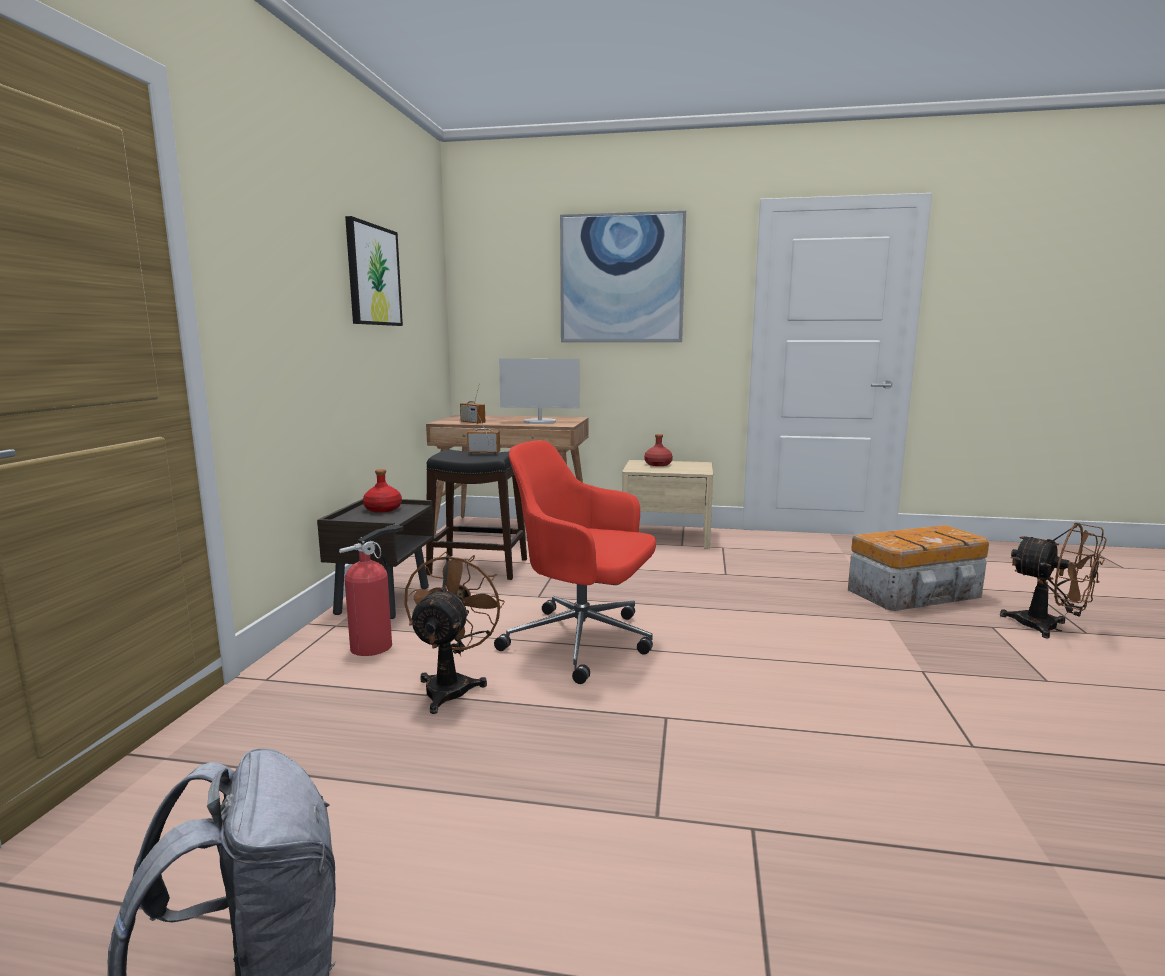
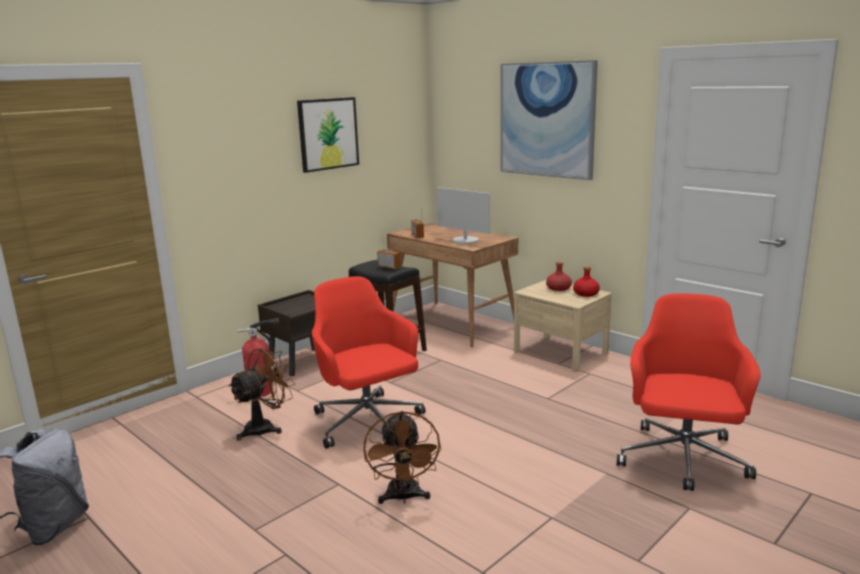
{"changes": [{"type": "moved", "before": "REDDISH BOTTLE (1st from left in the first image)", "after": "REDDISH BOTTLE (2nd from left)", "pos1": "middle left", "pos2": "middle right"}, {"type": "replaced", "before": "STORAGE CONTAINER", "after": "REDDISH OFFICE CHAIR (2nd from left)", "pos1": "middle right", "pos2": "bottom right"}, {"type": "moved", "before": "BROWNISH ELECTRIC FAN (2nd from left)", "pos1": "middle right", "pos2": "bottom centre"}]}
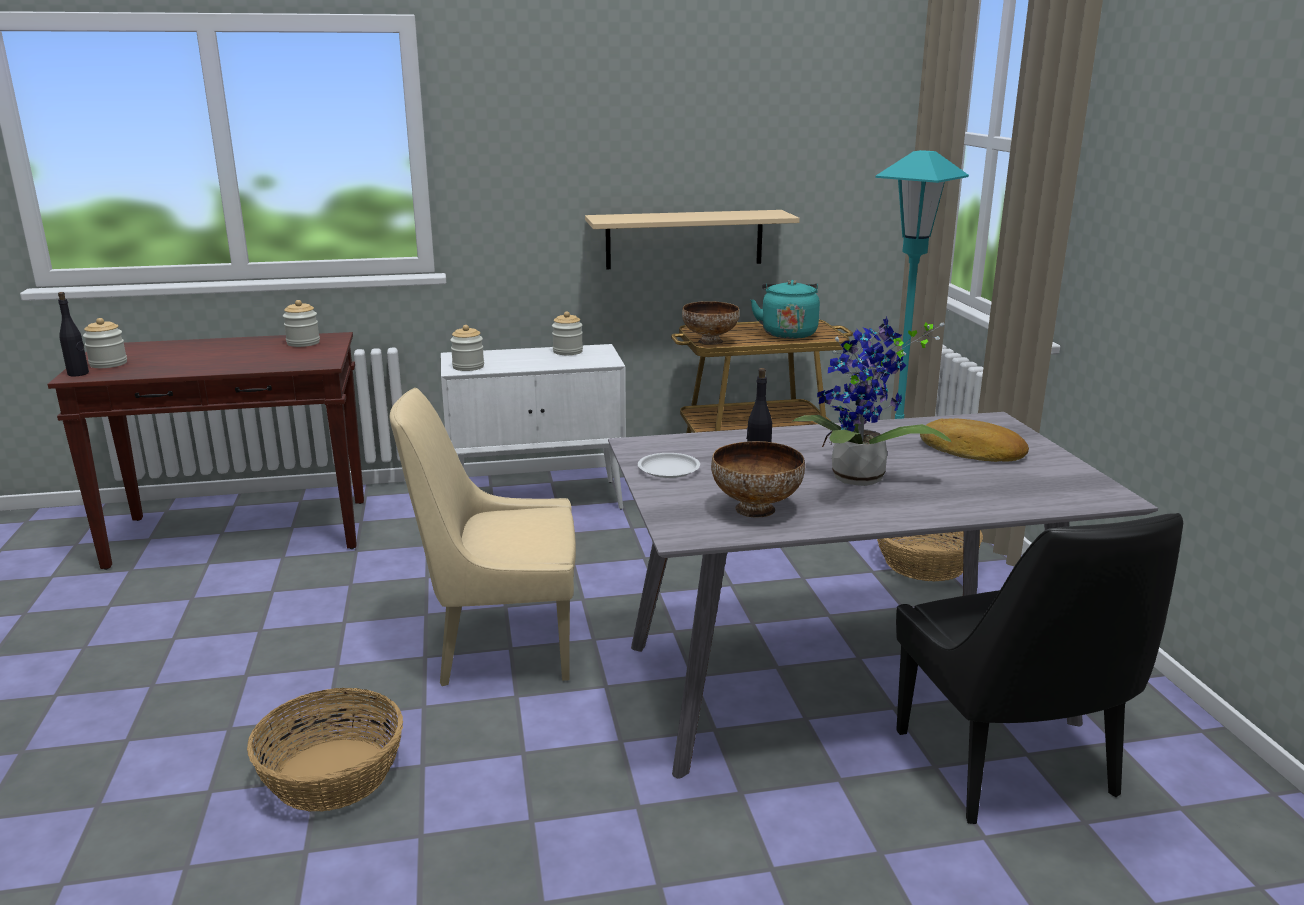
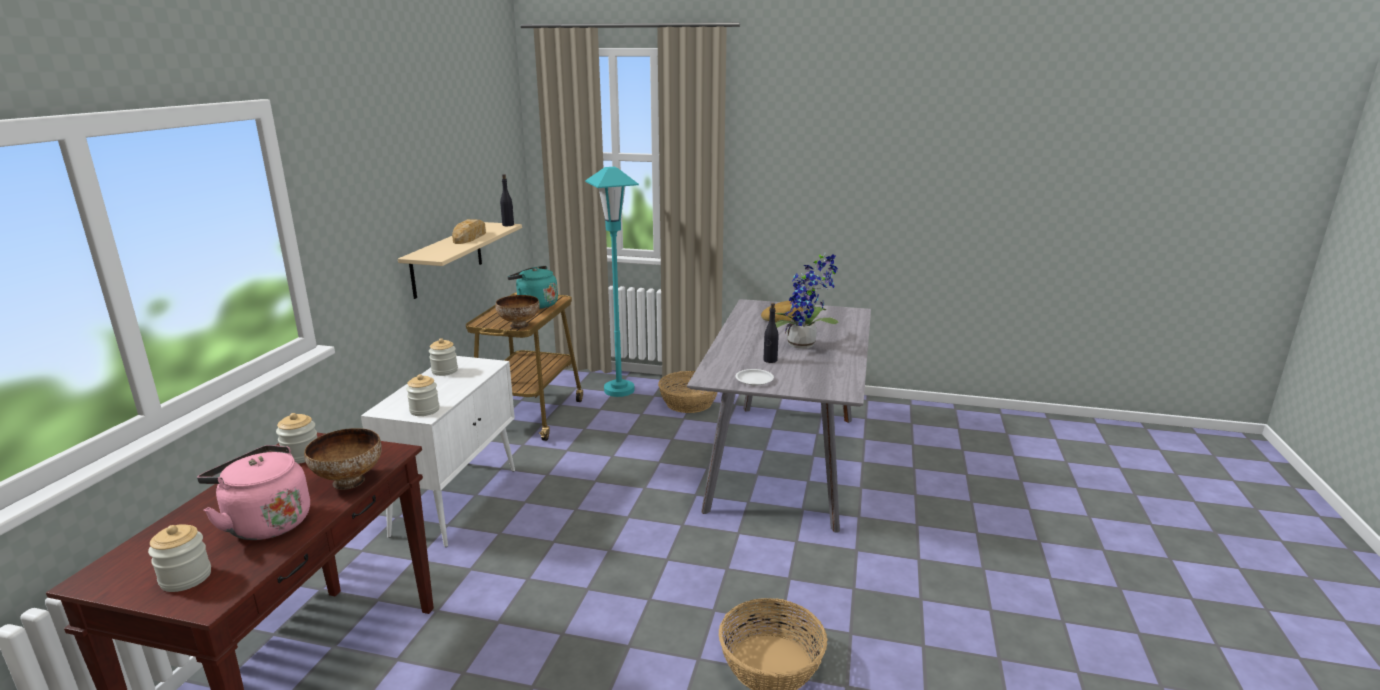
{"changes": [{"type": "moved", "before": "BLACK-COLOURED BOTTLE (1st from left)", "pos1": "middle left", "pos2": "top centre"}, {"type": "removed", "before": "SAND-COLOURED PLAIN CHAIR", "pos1": "centre"}, {"type": "moved", "before": "BOWL (2nd from left in the first image)", "after": "BOWL (1st from left)", "pos1": "centre", "pos2": "middle left"}, {"type": "removed", "before": "BLACK-COLOURED PLAIN CHAIR", "pos1": "bottom right"}, {"type": "added", "after": "PINK TEA KETTLE", "pos2": "bottom left"}, {"type": "added", "after": "BREAD (1st from left)", "pos2": "centre"}]}
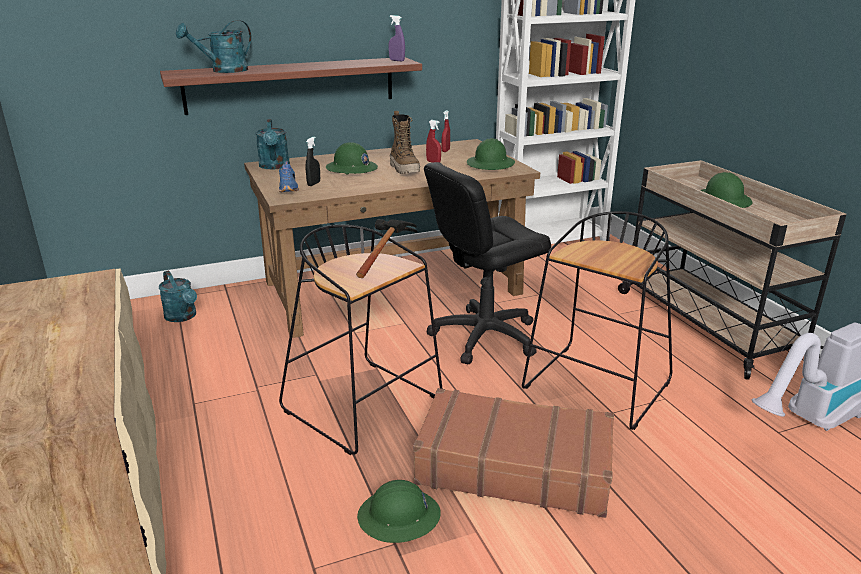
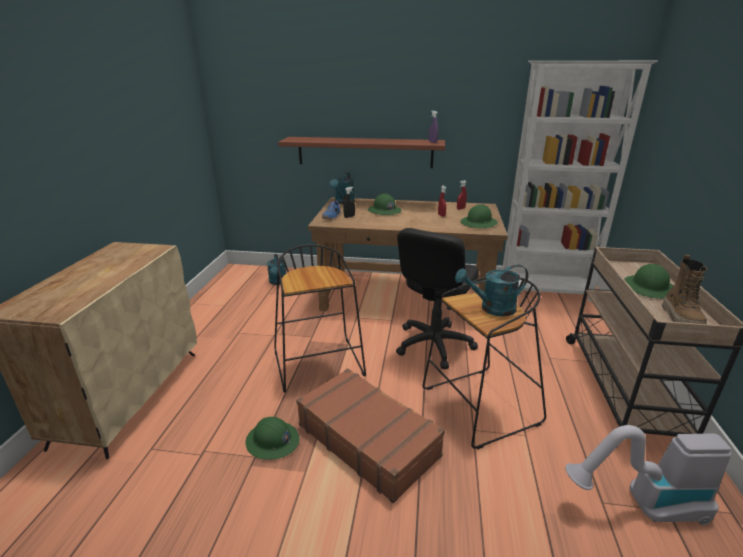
{"changes": [{"type": "moved", "before": "BLUE-GREEN WATERING CAN (2nd from left in the first image)", "after": "BLUE-GREEN WATERING CAN (3rd from left)", "pos1": "top left", "pos2": "centre"}, {"type": "removed", "before": "HAND HAMMER", "pos1": "centre"}, {"type": "moved", "before": "BOOT", "pos1": "top centre", "pos2": "middle right"}, {"type": "turned", "before": "BLACK-COLOURED OFFICE CHAIR", "pos1": "centre", "pos2": "centre", "turn": -60}]}
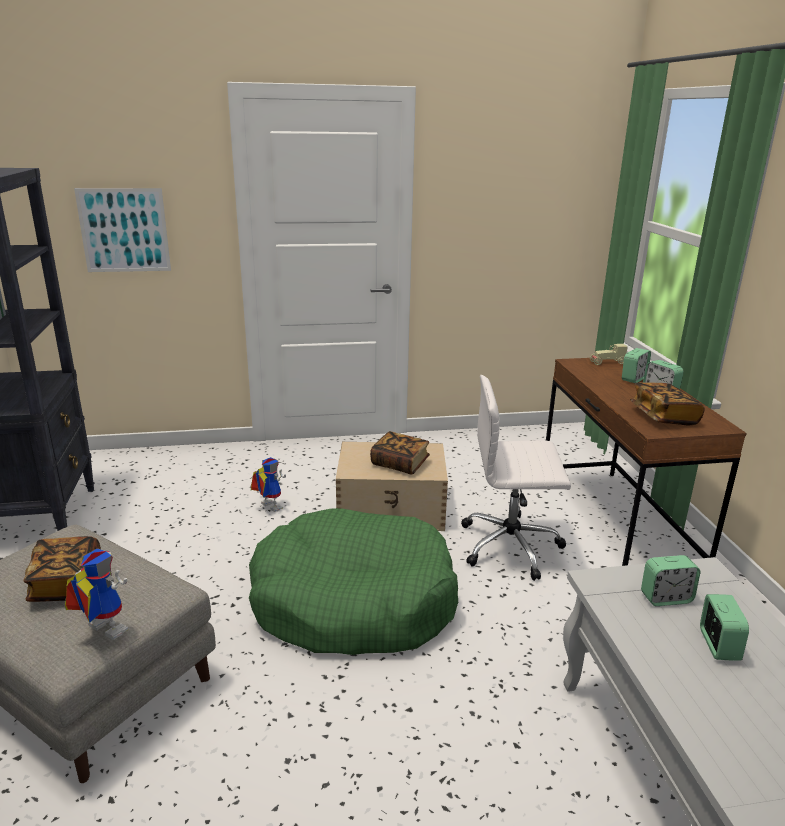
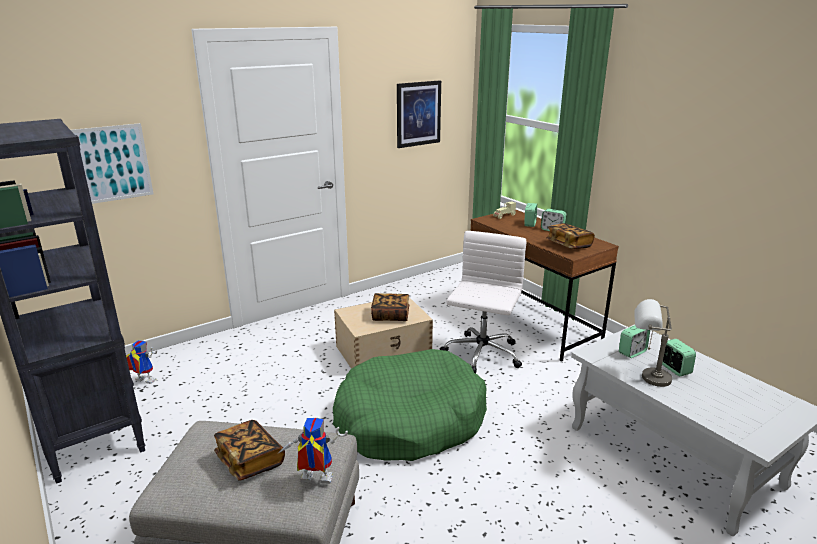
{"changes": [{"type": "moved", "before": "TOY ROBOT (2nd from left in the first image)", "after": "TOY ROBOT (1st from left)", "pos1": "centre", "pos2": "middle left"}, {"type": "turned", "before": "WHITE-COLOURED OFFICE CHAIR", "pos1": "centre", "pos2": "centre", "turn": 135}, {"type": "added", "after": "WALL ART (2nd from left)", "pos2": "top centre"}, {"type": "added", "after": "GREYISH TABLETOP LAMP", "pos2": "middle right"}]}
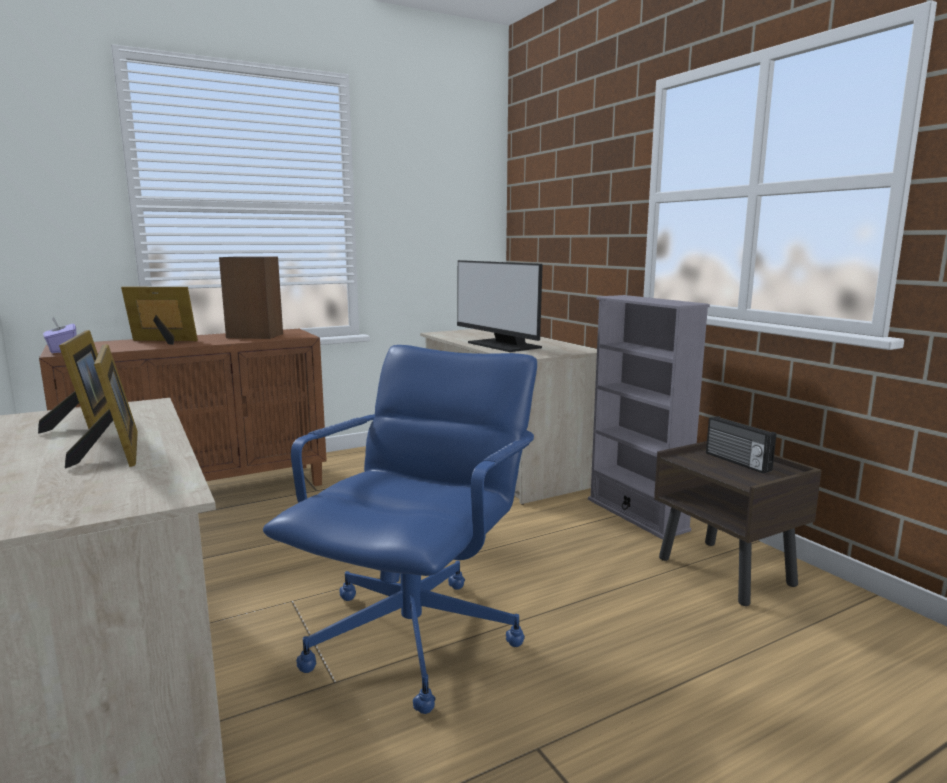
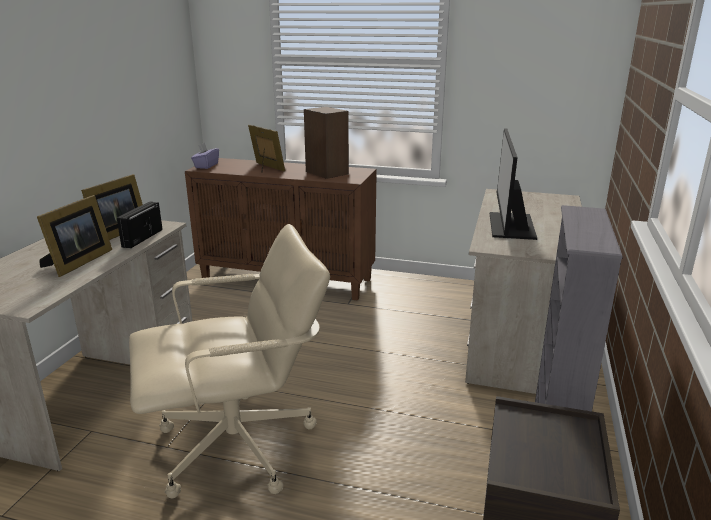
{"changes": [{"type": "recoloured", "before": "BLUE-COLOURED OFFICE CHAIR", "after": "SAND-COLOURED OFFICE CHAIR", "pos1": "bottom centre", "pos2": "bottom left"}, {"type": "moved", "before": "RADIO", "pos1": "middle right", "pos2": "middle left"}]}
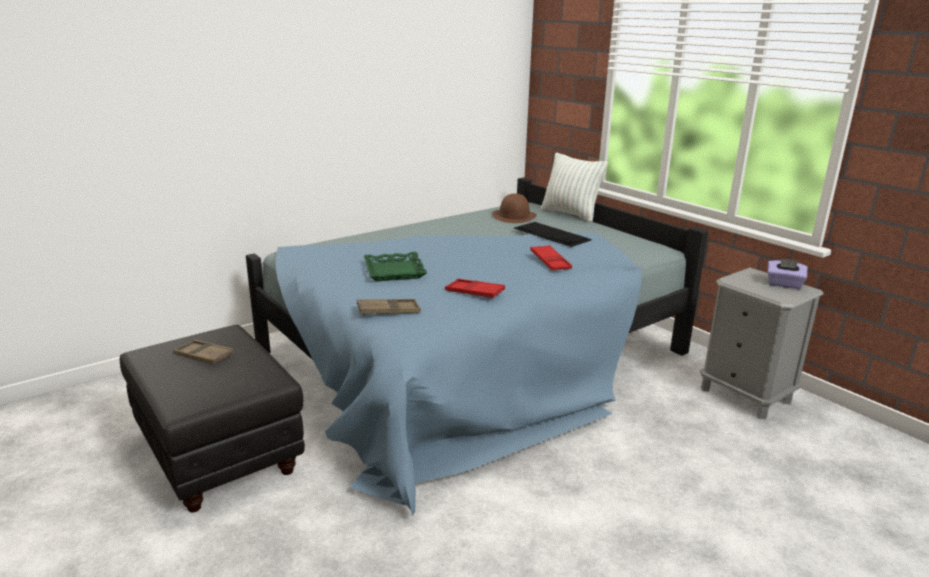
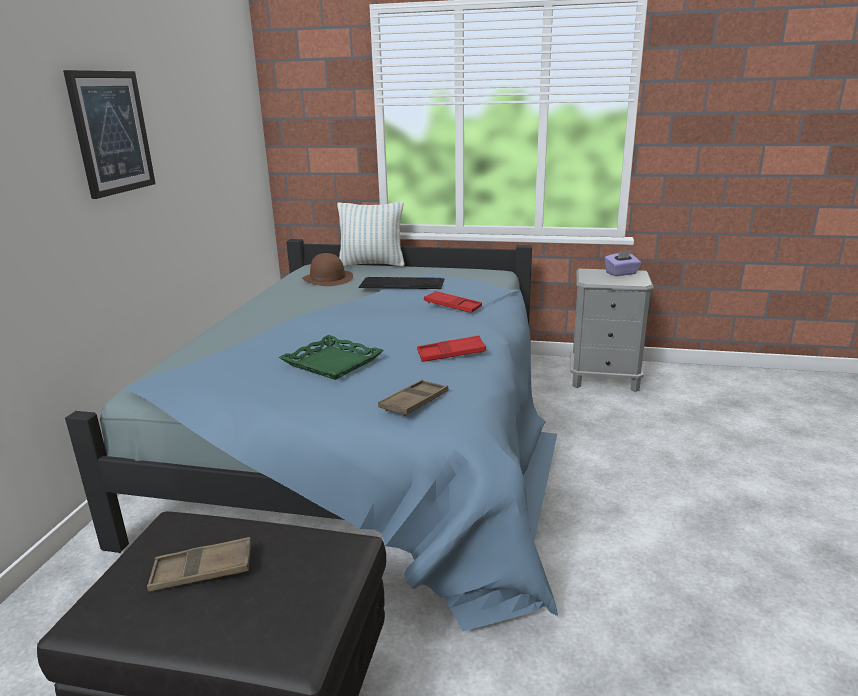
{"changes": [{"type": "added", "after": "WALL ART", "pos2": "top left"}]}
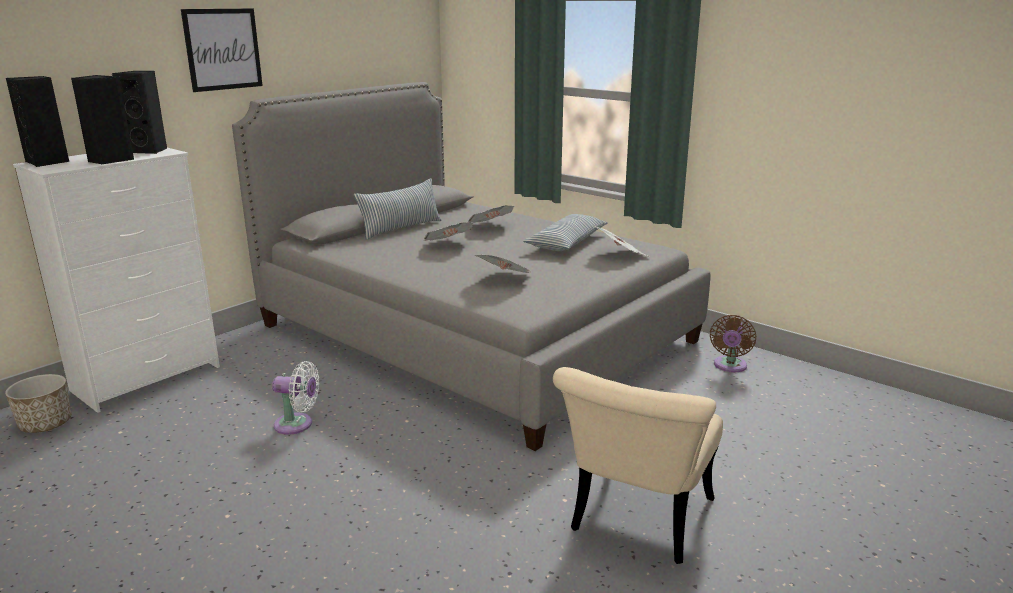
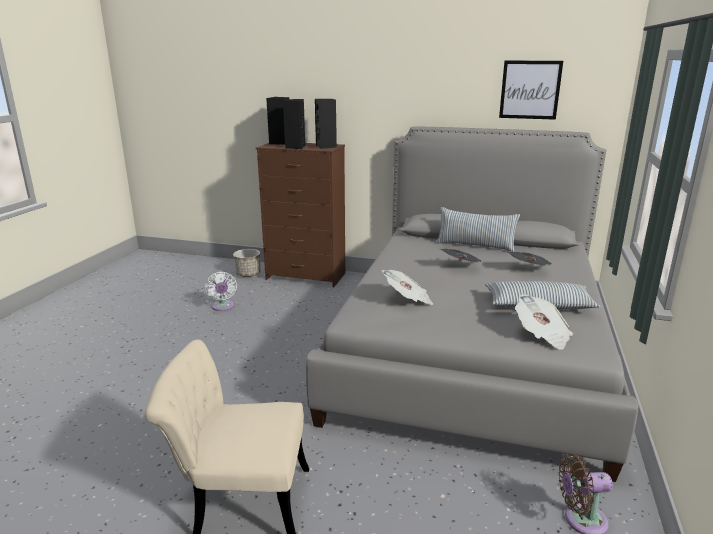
{"changes": [{"type": "recoloured", "before": "WHITE-COLOURED CHEST OF DRAWERS", "after": "BROWNISH CHEST OF DRAWERS", "pos1": "middle left", "pos2": "centre"}, {"type": "moved", "before": "WALL ART", "pos1": "top left", "pos2": "top right"}, {"type": "moved", "before": "WHITE-COLOURED ELECTRIC FAN", "pos1": "bottom left", "pos2": "middle left"}]}
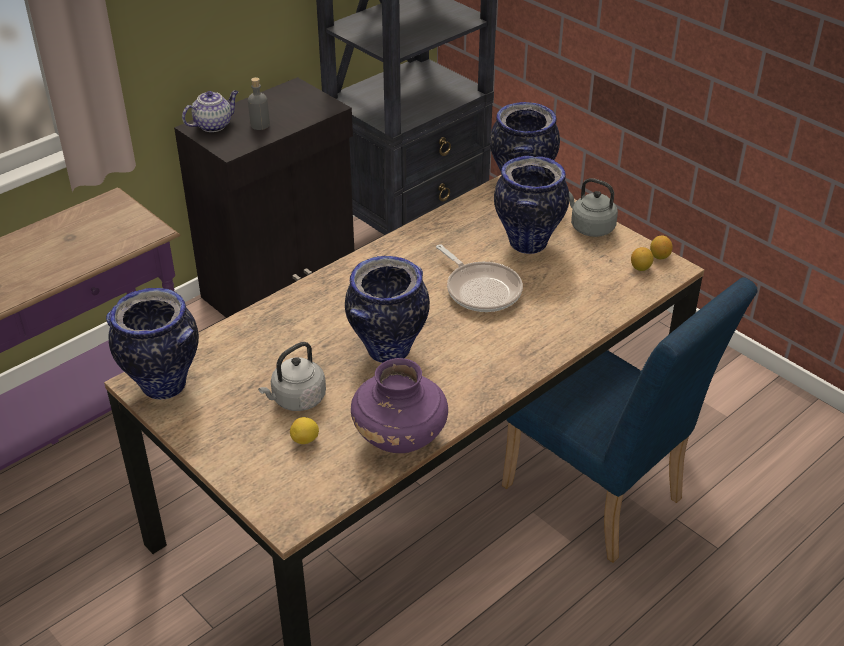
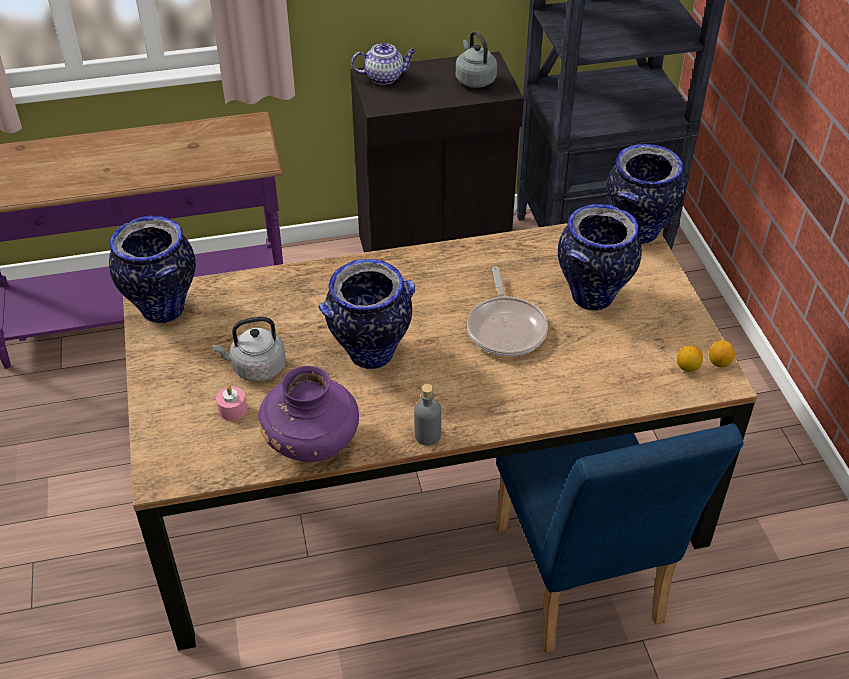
{"changes": [{"type": "moved", "before": "GREYISH BOTTLE", "pos1": "top left", "pos2": "centre"}, {"type": "replaced", "before": "CITRUS FRUIT (1st from left)", "after": "PINK WAX LIGHT", "pos1": "centre", "pos2": "middle left"}, {"type": "moved", "before": "GREYISH TEA KETTLE (2nd from left)", "pos1": "top right", "pos2": "top centre"}]}
